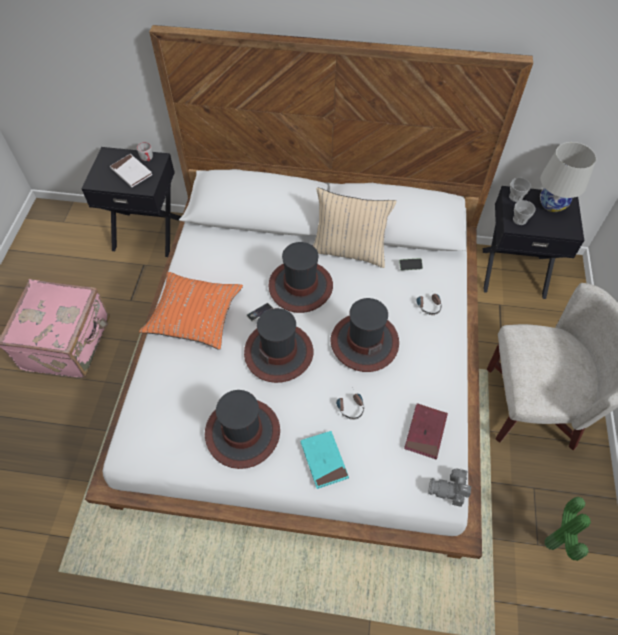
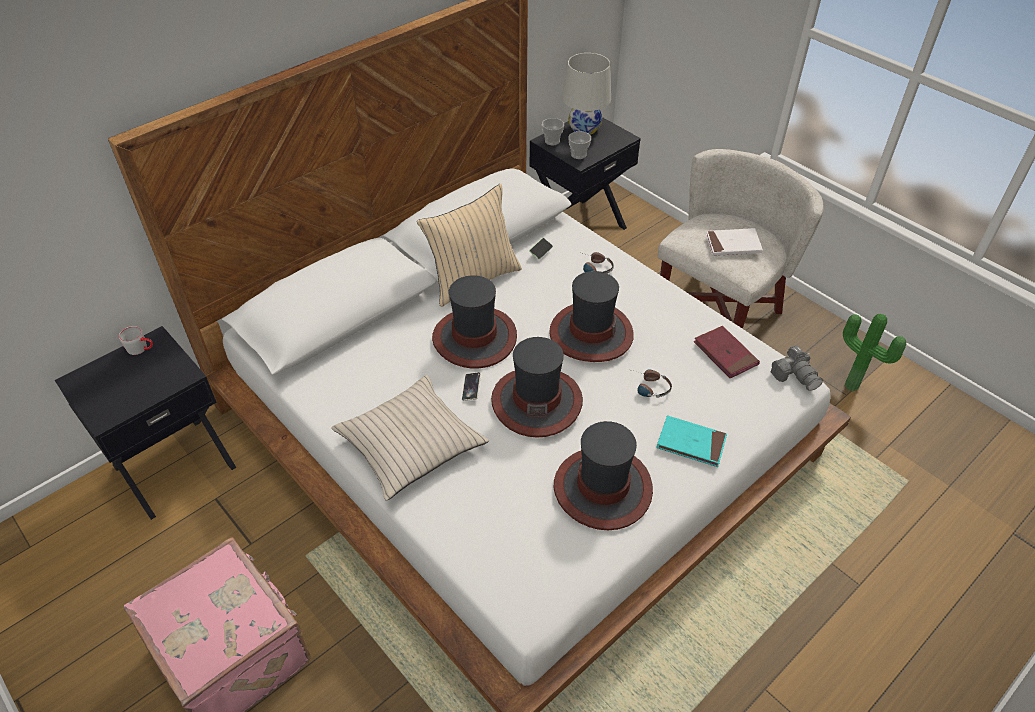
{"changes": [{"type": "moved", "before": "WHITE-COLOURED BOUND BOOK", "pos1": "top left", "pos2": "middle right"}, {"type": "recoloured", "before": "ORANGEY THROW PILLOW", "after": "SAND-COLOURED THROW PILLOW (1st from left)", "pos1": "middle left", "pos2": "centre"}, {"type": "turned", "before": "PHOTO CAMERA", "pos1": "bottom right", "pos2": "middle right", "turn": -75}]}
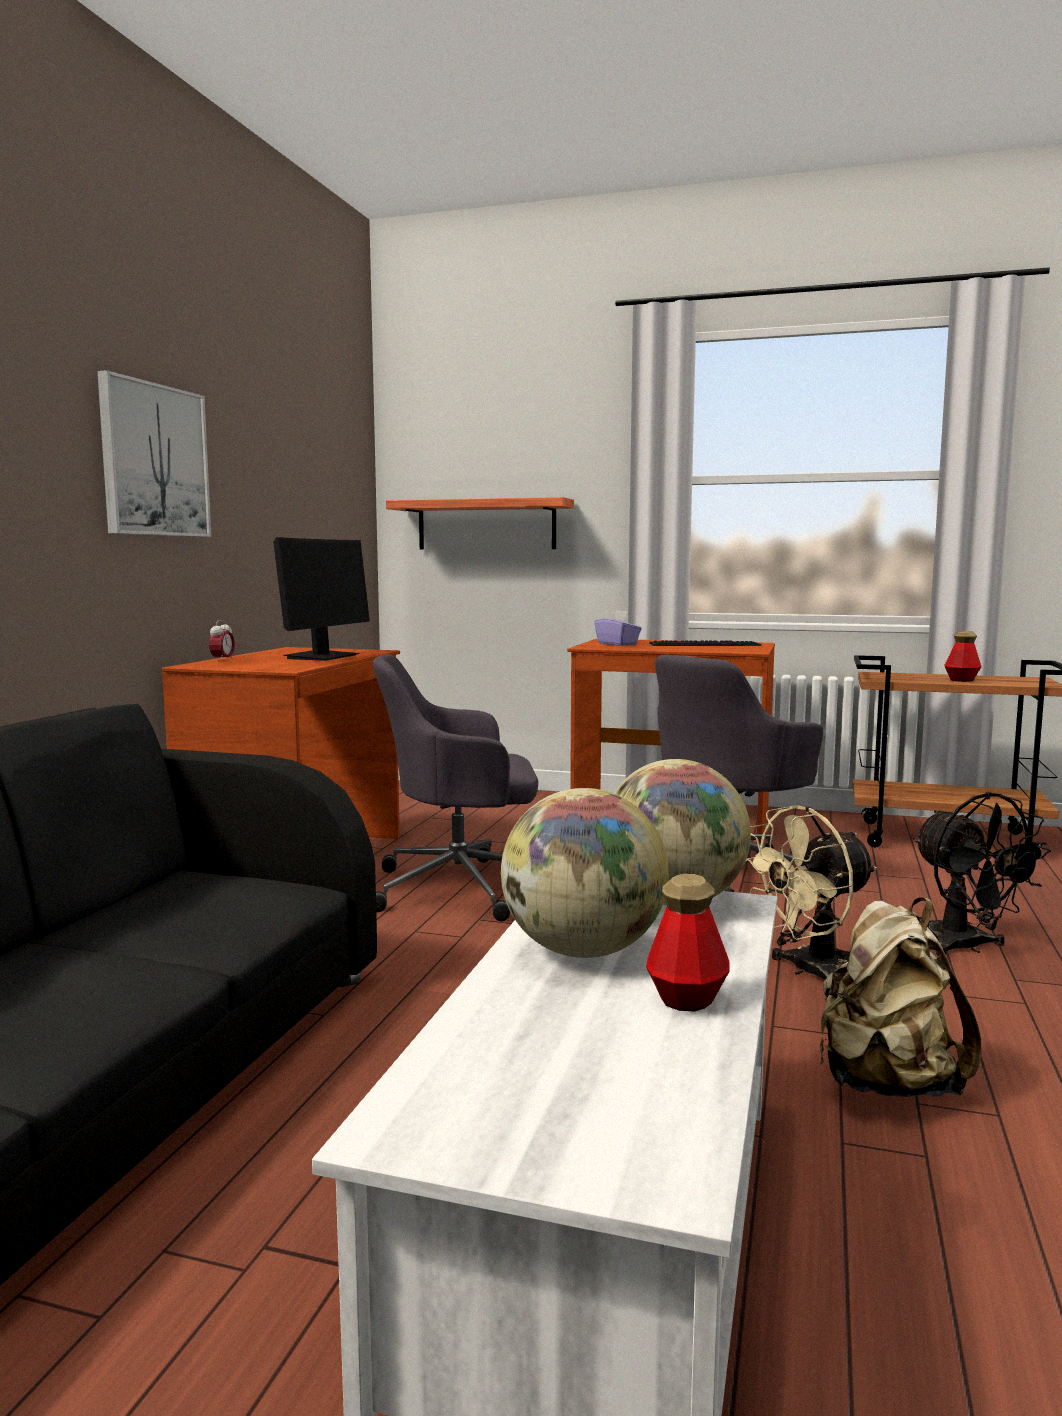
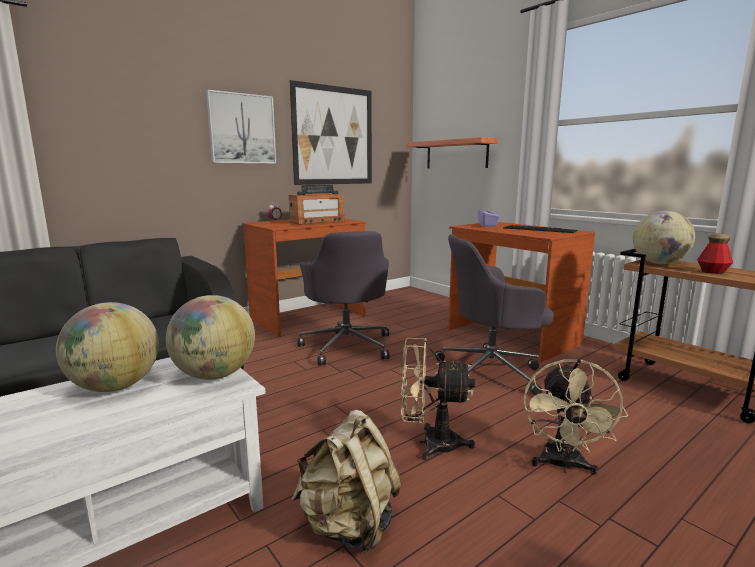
{"changes": [{"type": "replaced", "before": "COMPUTER SCREEN", "after": "RADIO", "pos1": "middle left", "pos2": "centre"}, {"type": "turned", "before": "GREYISH OFFICE CHAIR (1st from left)", "pos1": "centre", "pos2": "centre", "turn": -135}, {"type": "removed", "before": "BOTTLE (1st from left)", "pos1": "centre"}, {"type": "recoloured", "before": "BLACK-COLOURED ELECTRIC FAN", "after": "SAND-COLOURED ELECTRIC FAN (2nd from left)", "pos1": "middle right", "pos2": "bottom right"}, {"type": "added", "after": "WALL ART (2nd from left)", "pos2": "top centre"}, {"type": "added", "after": "GLOBE (3rd from left)", "pos2": "middle right"}]}
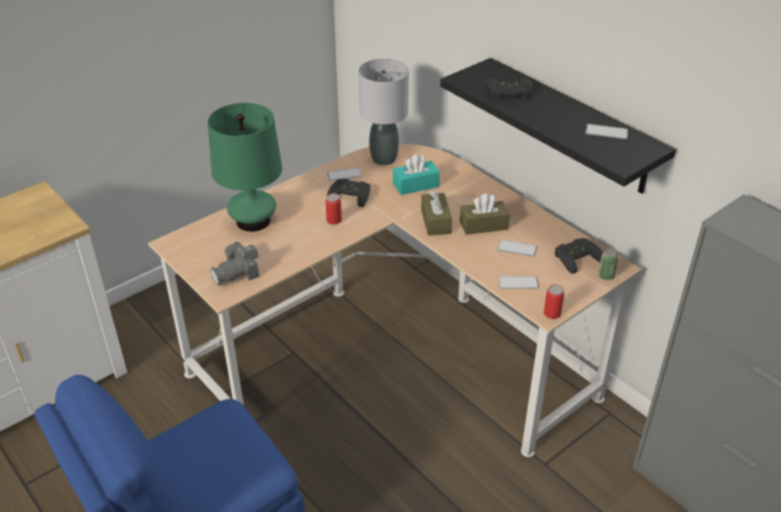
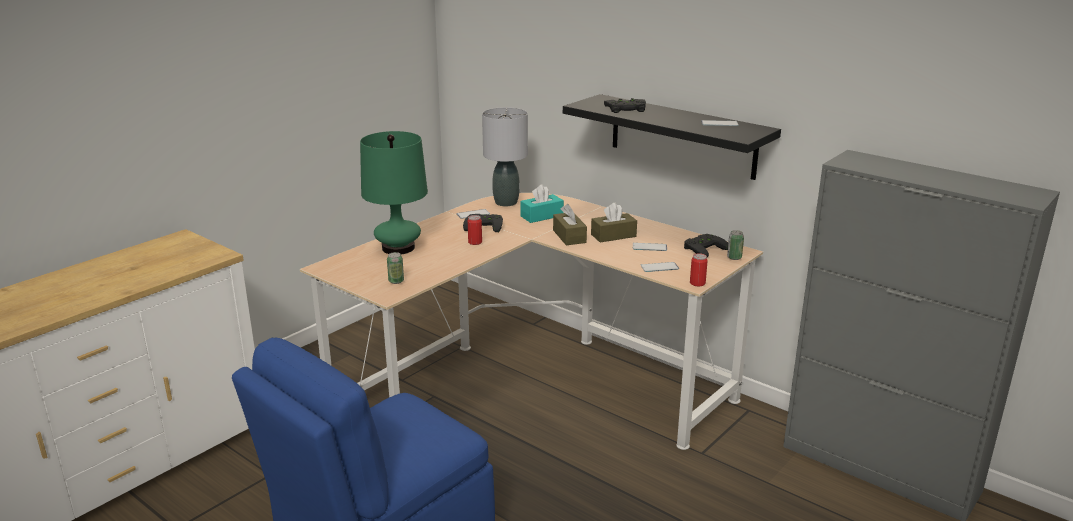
{"changes": [{"type": "replaced", "before": "PHOTO CAMERA", "after": "CAN (1st from left)", "pos1": "middle left", "pos2": "centre"}]}
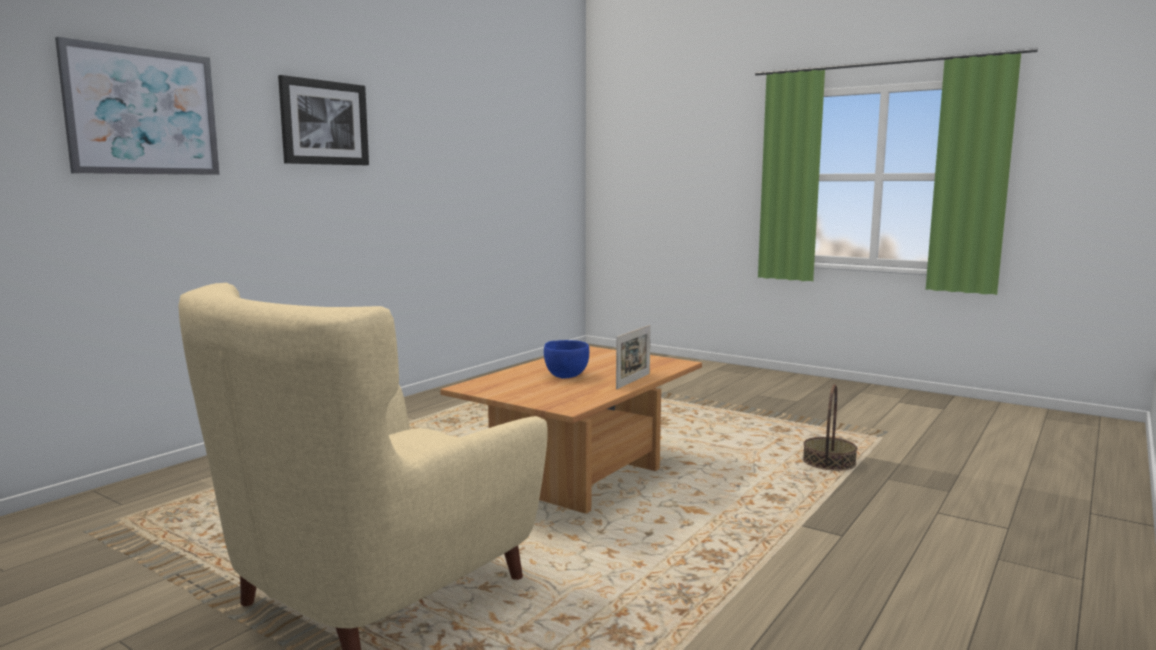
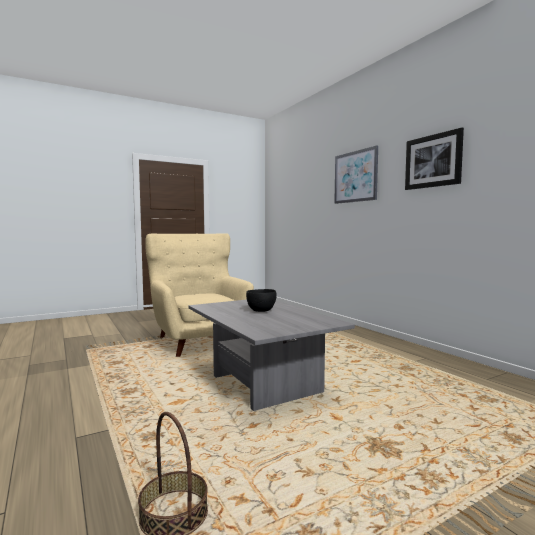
{"changes": [{"type": "recoloured", "before": "BROWNISH LOW TABLE", "after": "GREYISH LOW TABLE", "pos1": "centre", "pos2": "centre"}, {"type": "recoloured", "before": "BLUE-COLOURED BOWL", "after": "BLACK-COLOURED BOWL", "pos1": "centre", "pos2": "centre"}, {"type": "removed", "before": "STANDING FRAME", "pos1": "centre"}]}
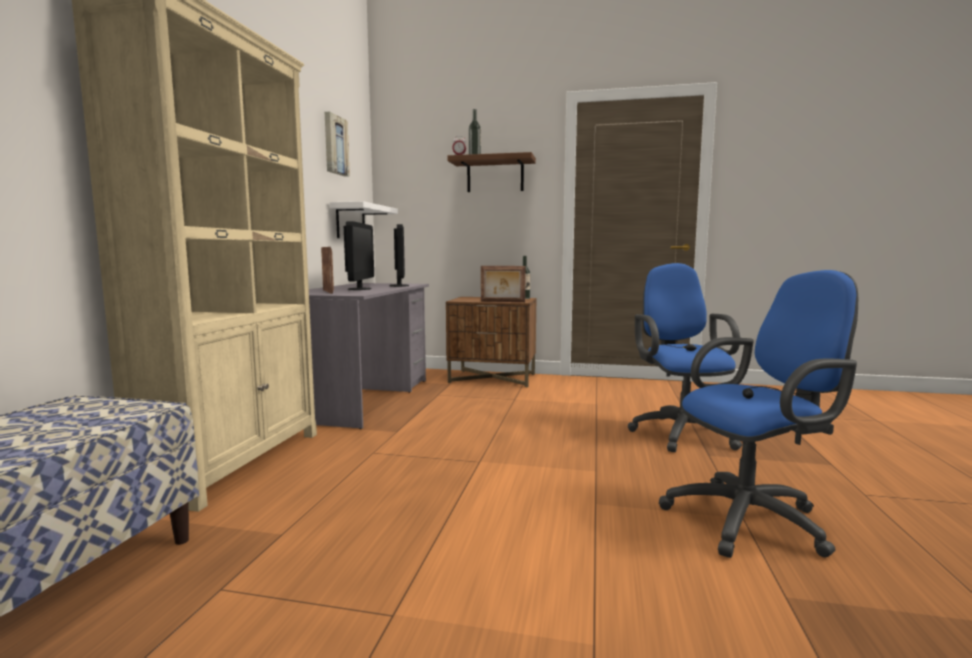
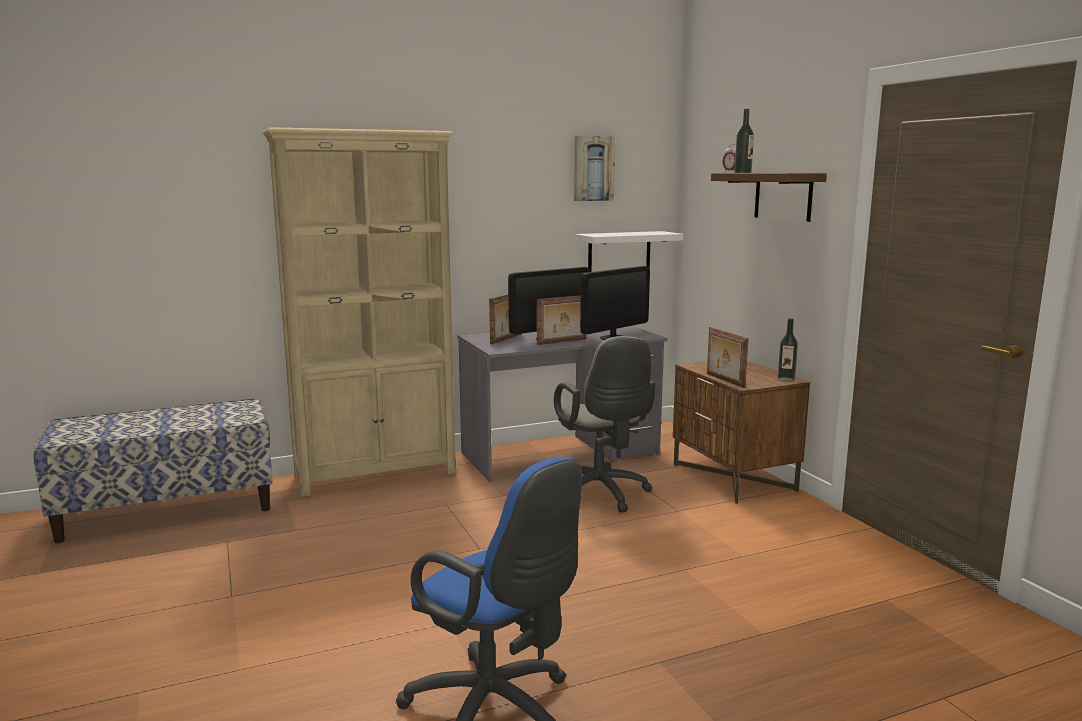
{"changes": [{"type": "removed", "before": "BLUE-COLOURED OFFICE CHAIR (1st from left)", "pos1": "middle right"}, {"type": "added", "after": "STANDING FRAME (2nd from left)", "pos2": "centre"}, {"type": "added", "after": "GREYISH OFFICE CHAIR", "pos2": "centre"}]}
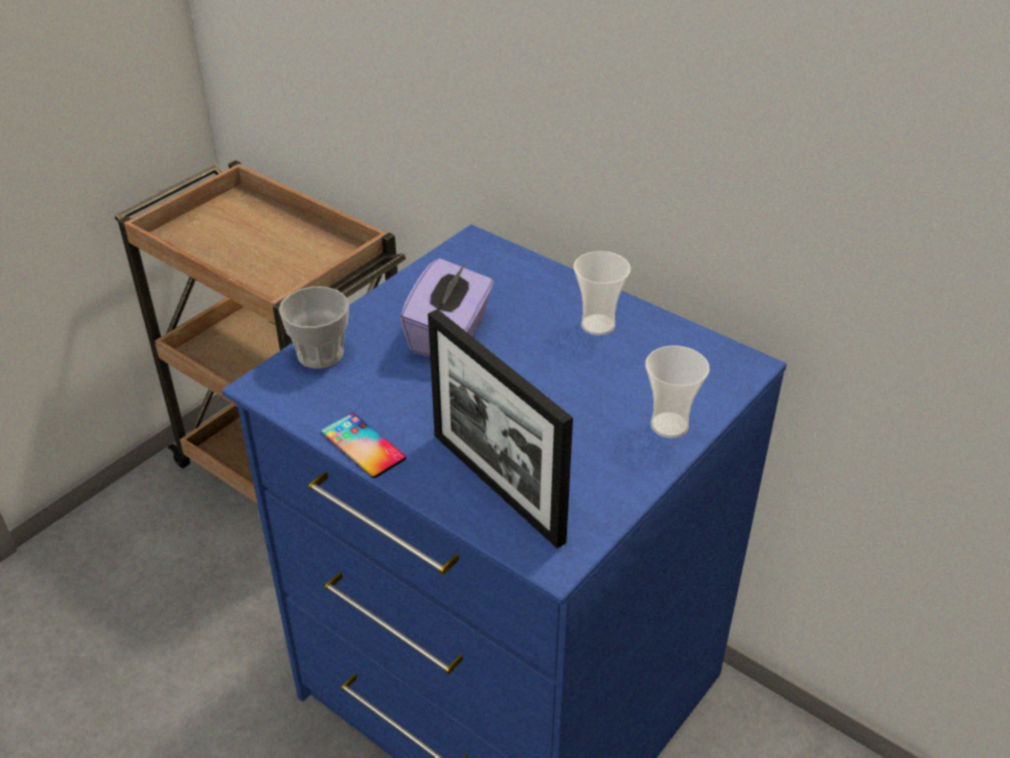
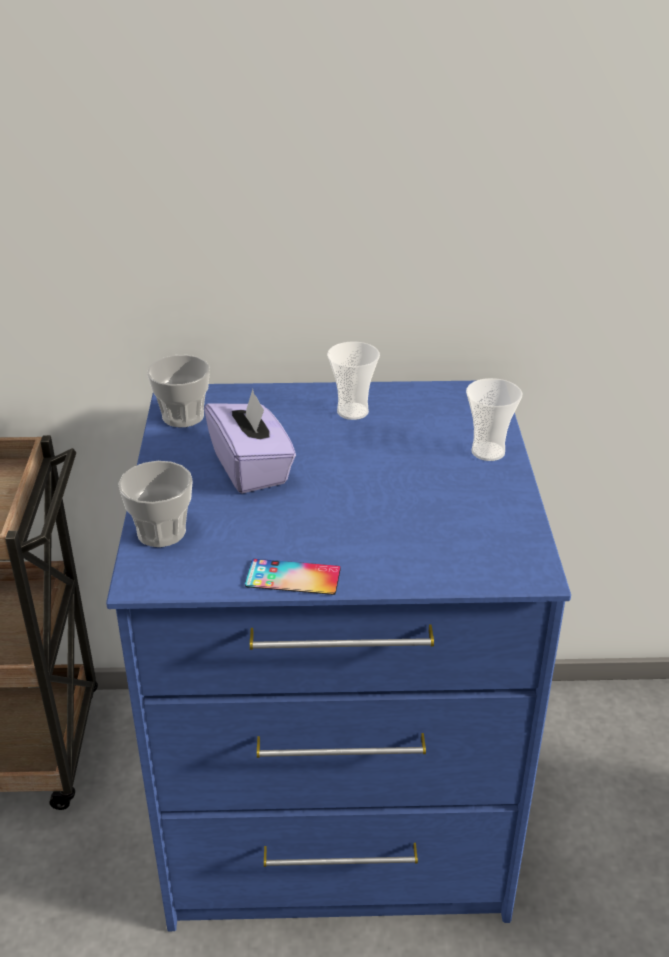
{"changes": [{"type": "removed", "before": "STANDING FRAME", "pos1": "centre"}, {"type": "added", "after": "SMALL CUP (2nd from left)", "pos2": "middle left"}]}
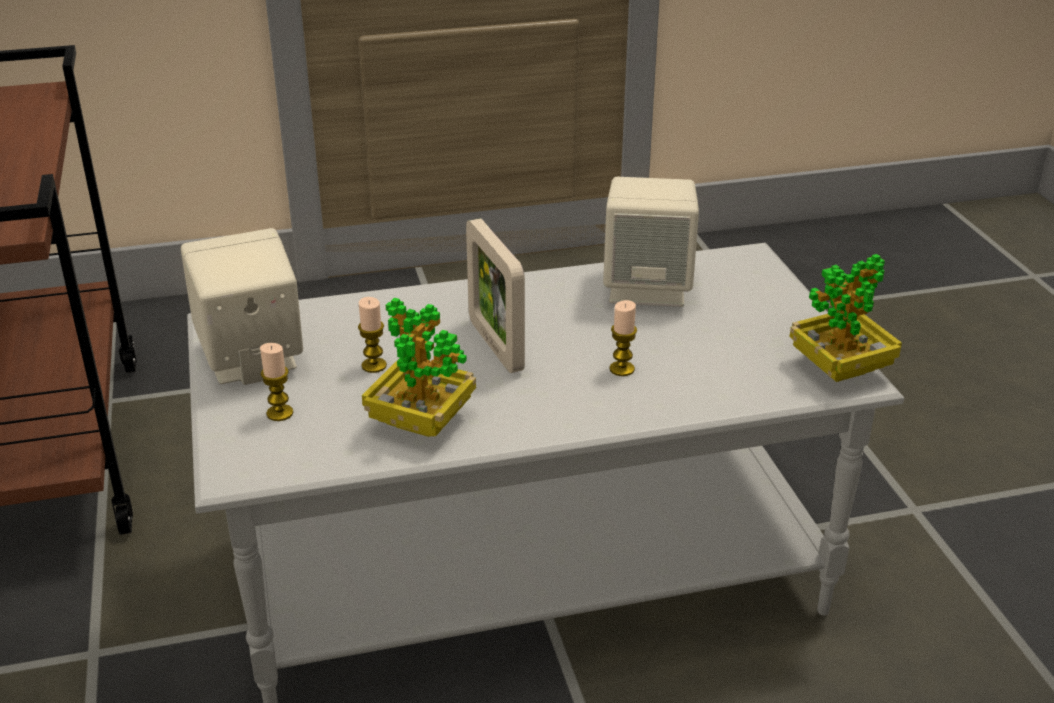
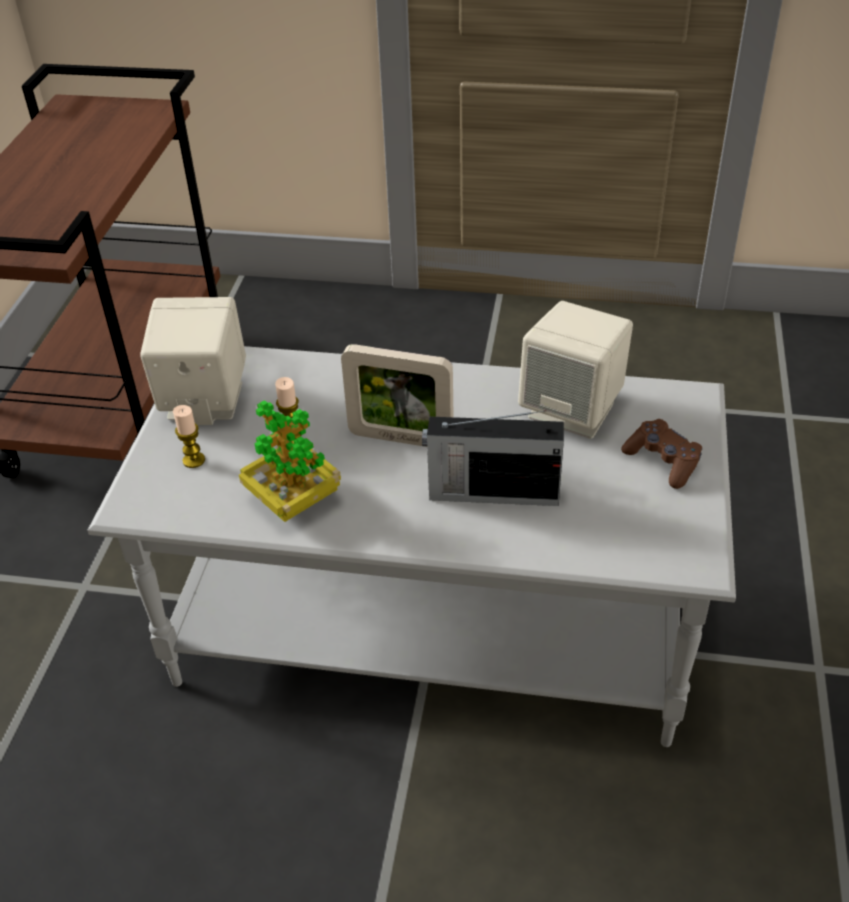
{"changes": [{"type": "turned", "before": "STANDING FRAME", "pos1": "centre", "pos2": "centre", "turn": -75}, {"type": "replaced", "before": "WAX LIGHT (3rd from left)", "after": "RADIO", "pos1": "centre", "pos2": "centre"}, {"type": "removed", "before": "HOUSEPLANT (2nd from left)", "pos1": "middle right"}, {"type": "added", "after": "BROWNISH GAMEPAD", "pos2": "middle right"}]}
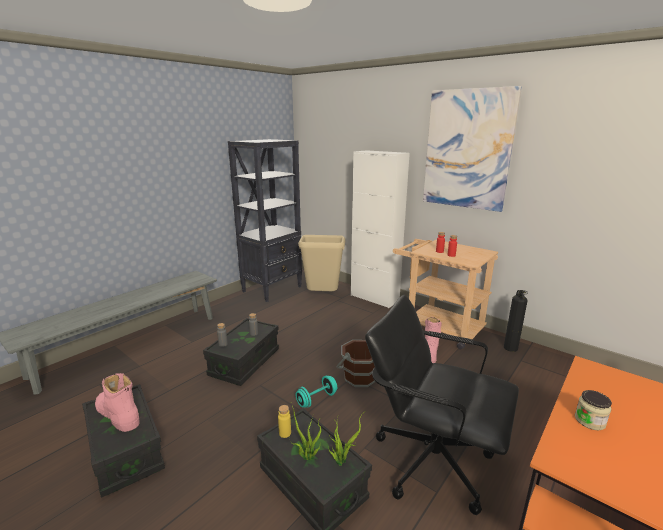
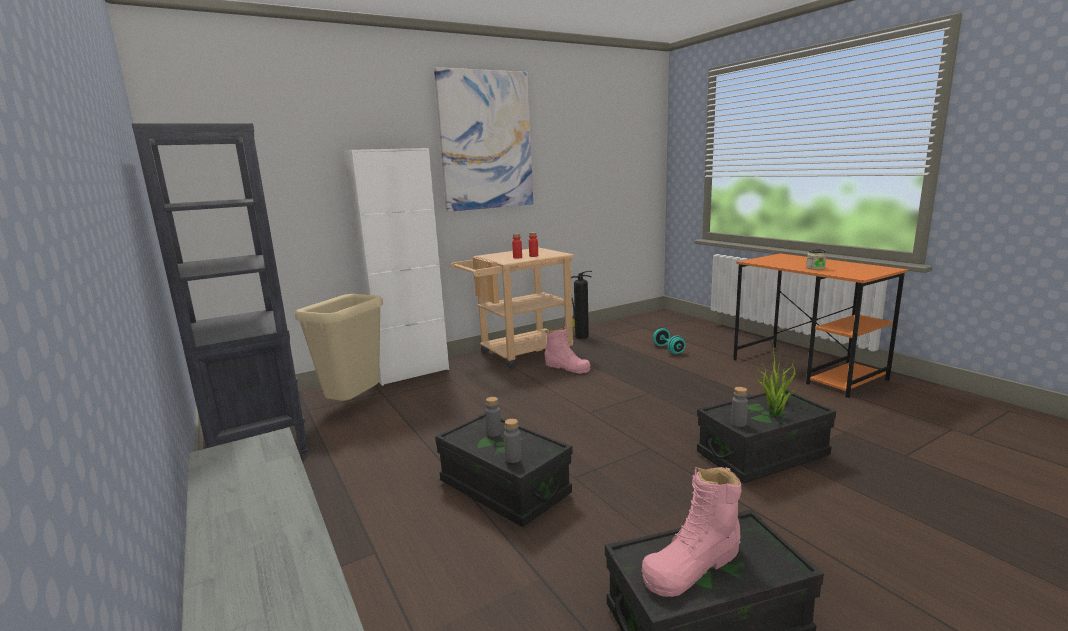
{"changes": [{"type": "recoloured", "before": "YELLOW BOTTLE", "after": "GREYISH BOTTLE (3rd from left)", "pos1": "bottom centre", "pos2": "middle right"}, {"type": "moved", "before": "BLUE-GREEN DUMBBELL", "pos1": "bottom centre", "pos2": "centre"}, {"type": "removed", "before": "BROWNISH PAIL", "pos1": "bottom centre"}, {"type": "removed", "before": "BLACK-COLOURED OFFICE CHAIR", "pos1": "bottom right"}]}
